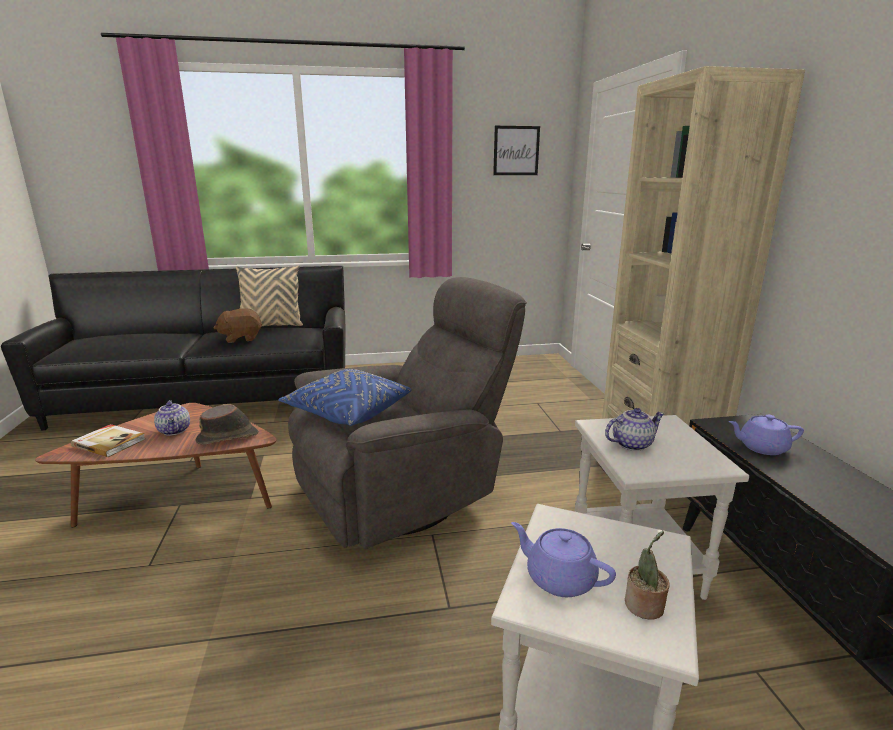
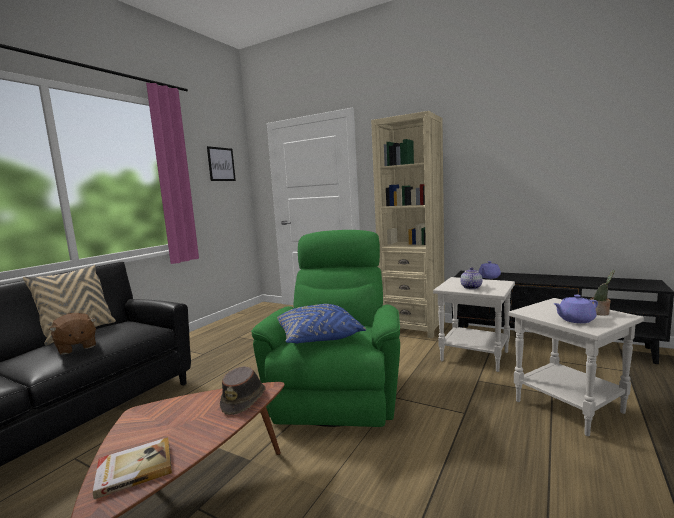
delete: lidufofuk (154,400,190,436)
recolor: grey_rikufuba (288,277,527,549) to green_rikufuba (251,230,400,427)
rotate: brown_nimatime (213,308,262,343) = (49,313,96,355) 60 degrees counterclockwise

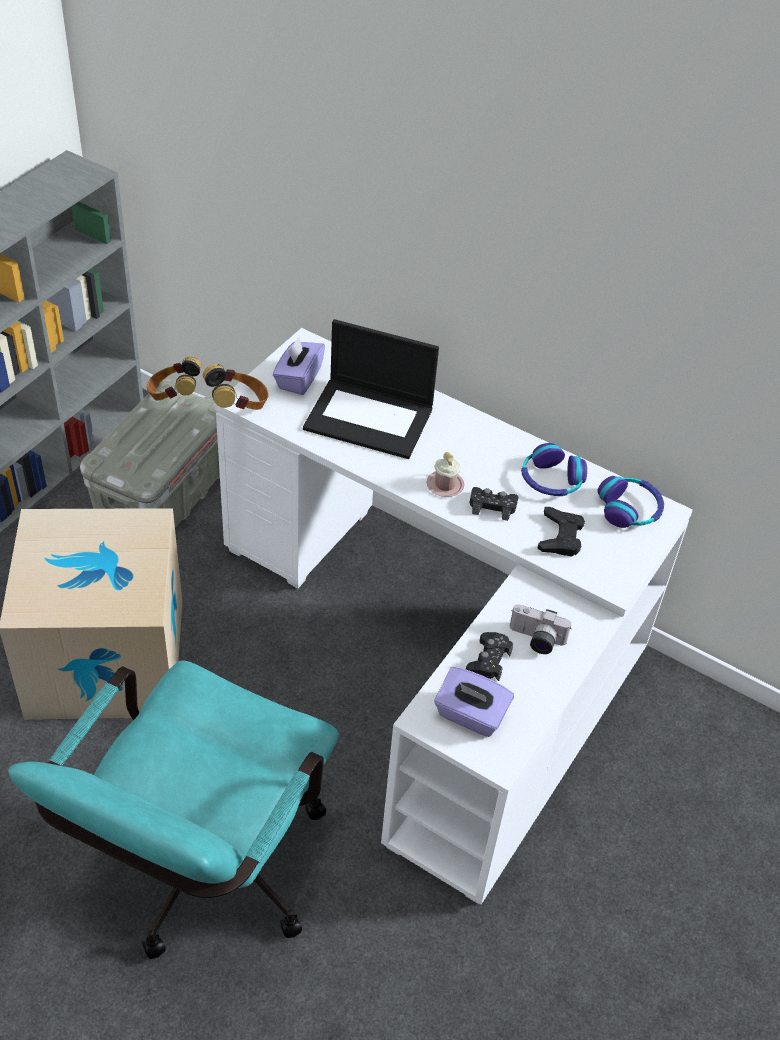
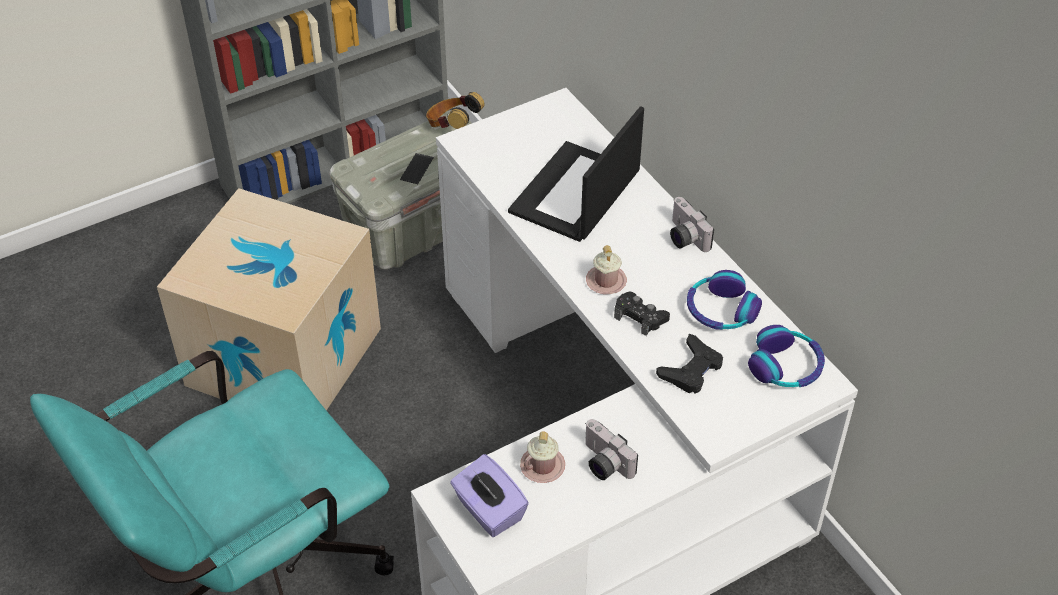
delete: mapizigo (203,364,269,410); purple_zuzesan (273,337,325,395)
insert: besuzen (400,153,434,184); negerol (670,197,714,252)
replace: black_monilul (466,632,513,681) to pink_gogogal (520,432,565,483)
rotate: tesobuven (303,319,439,459) = (508,106,644,242) 75 degrees clockwise

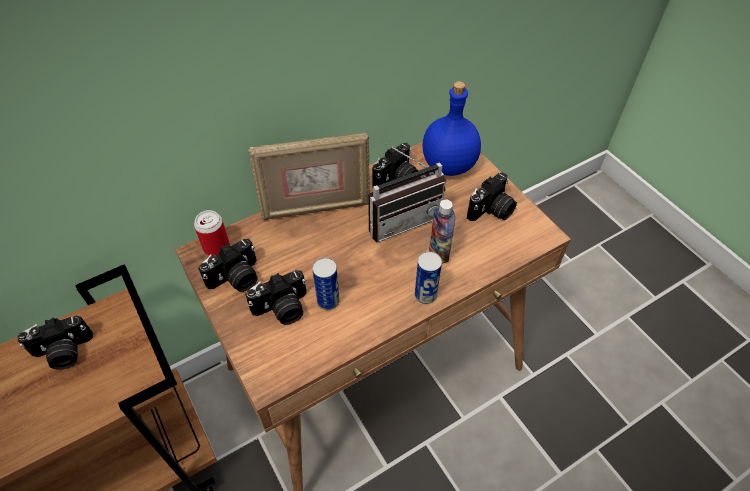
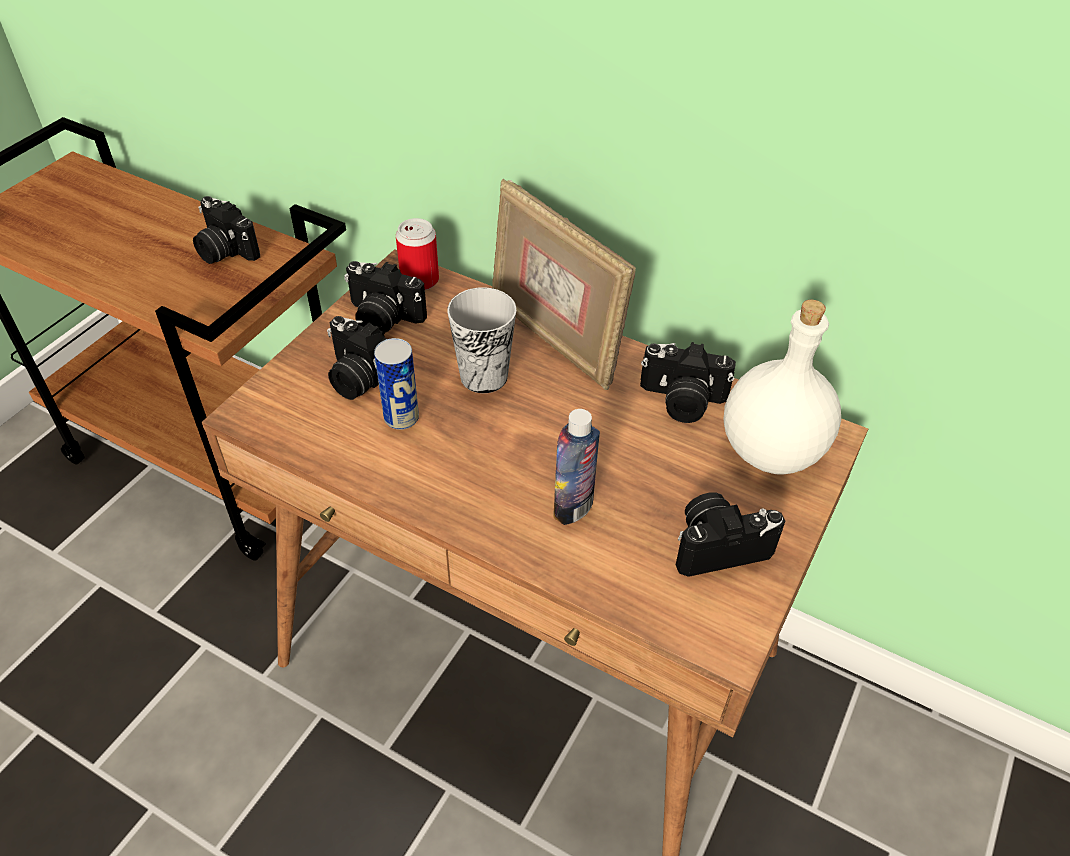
delete: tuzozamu (368,143,446,242); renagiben (415,251,442,304)
insert: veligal (447,287,516,393)
recolor: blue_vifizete (423,81,481,176) to white_vifizete (723,300,841,474)
rotate: negerol (467,173,517,221) = (676,492,785,577) 150 degrees clockwise

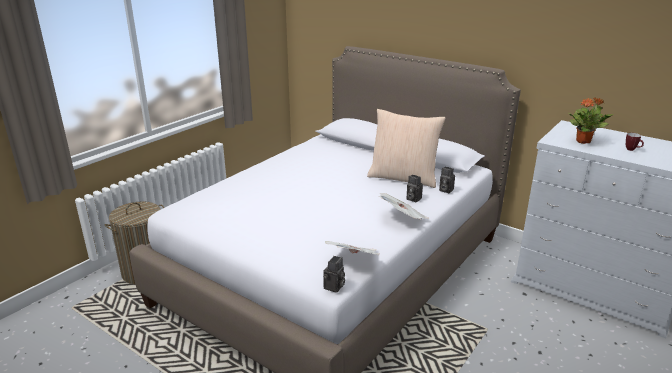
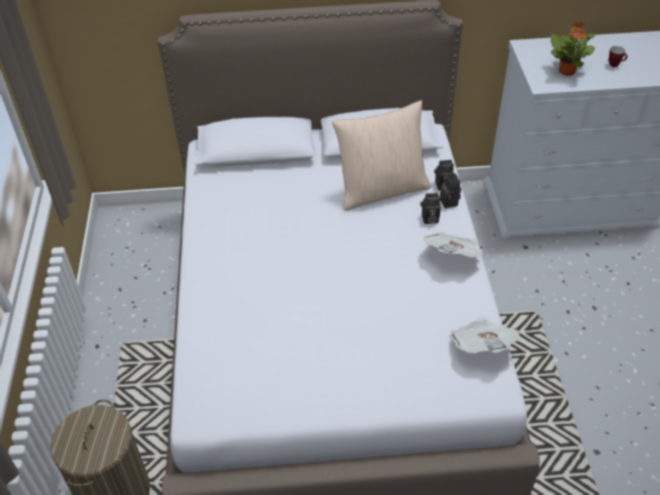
move: negerol (323,256,345,293) to (440,173,462,208)

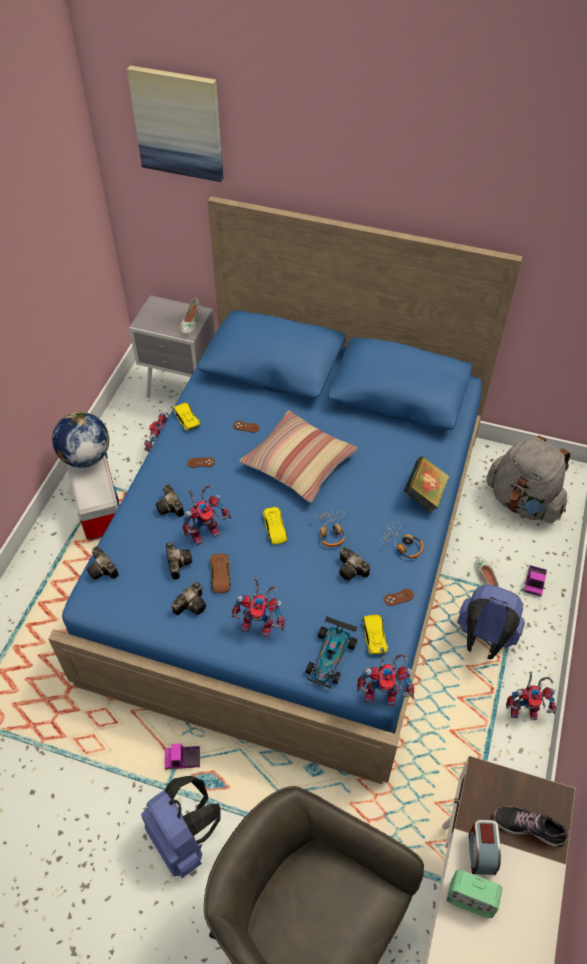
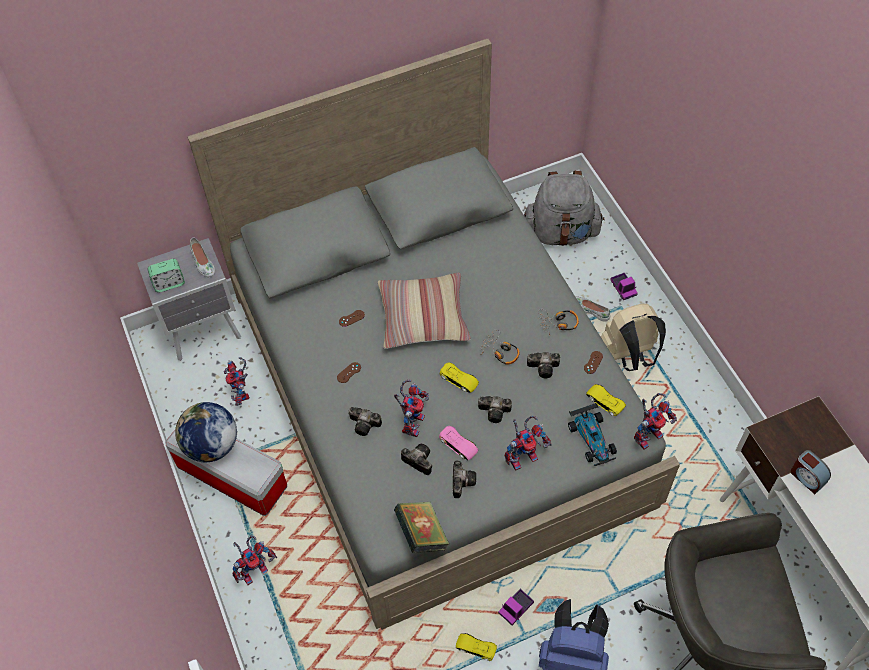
delete: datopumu (127,65,223,182); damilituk (493,806,569,847)
move: negerol (87,546,119,580) to (478,396,512,423); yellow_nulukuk (173,403,200,431) to (456,633,497,661); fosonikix (404,456,449,512) to (394,502,449,553); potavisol (447,870,502,918) to (148,259,185,292); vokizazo (506,671,556,720) to (233,535,278,585)
recolor: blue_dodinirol (48,196,522,784) to grey_dodinirol (188,39,680,630); brown_nulukuk (210,553,231,593) to pink_nulukuk (439,426,478,460); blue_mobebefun (457,584,525,659) to beige_mobebefun (601,304,666,371)

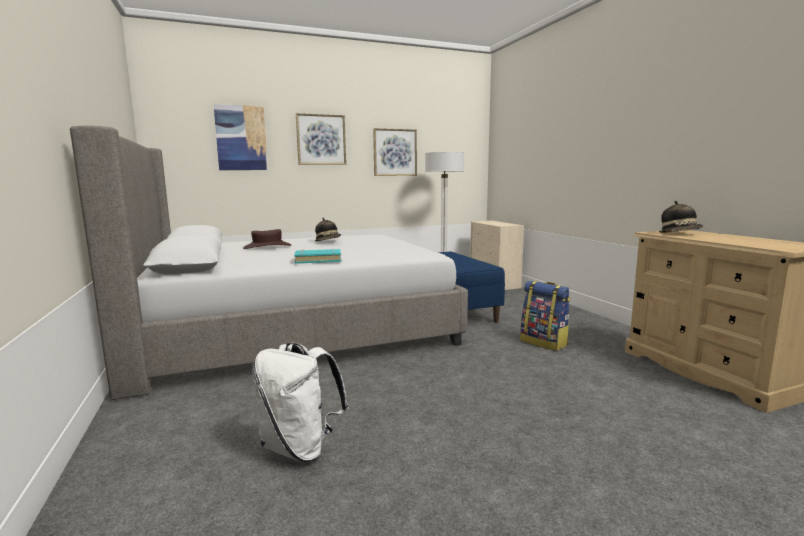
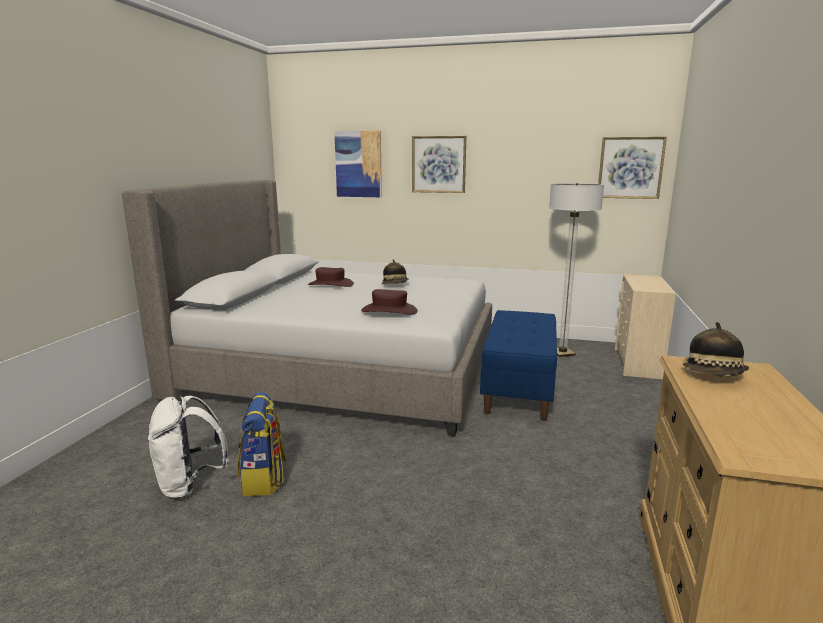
delete: turquoise_fosonikix (294,249,341,264)
insert: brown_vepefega (361,289,418,314)
move: datopumu (373,128,417,176) to (598,137,667,199); mobebefun (520,281,570,351) to (238,392,286,496)

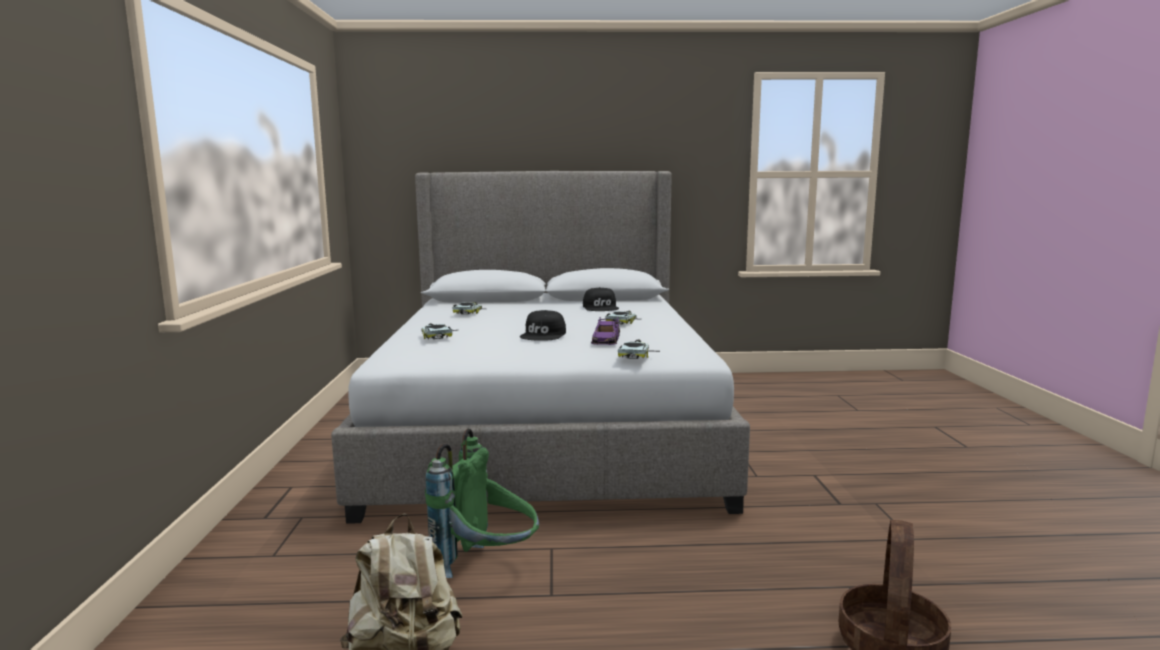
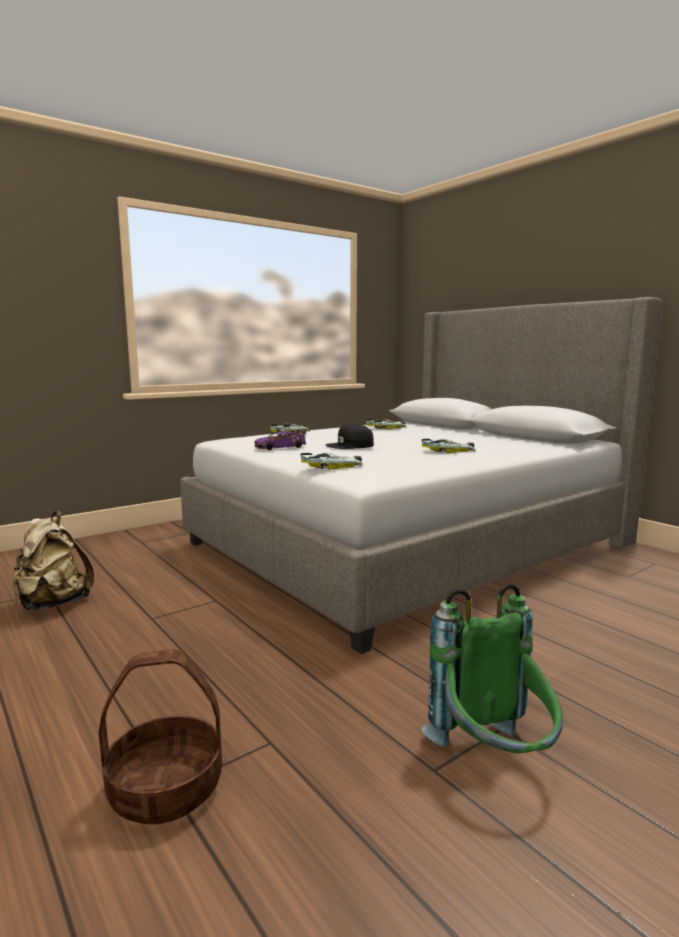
delete: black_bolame (583,287,619,311)
move: green_mobebefun (425,429,539,578) to (422,583,563,753); purple_nulukuk (591,317,620,345) to (254,429,306,450)

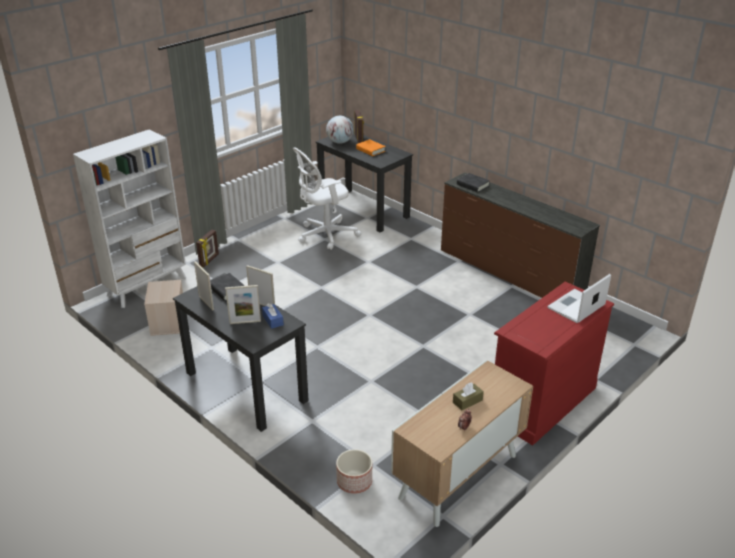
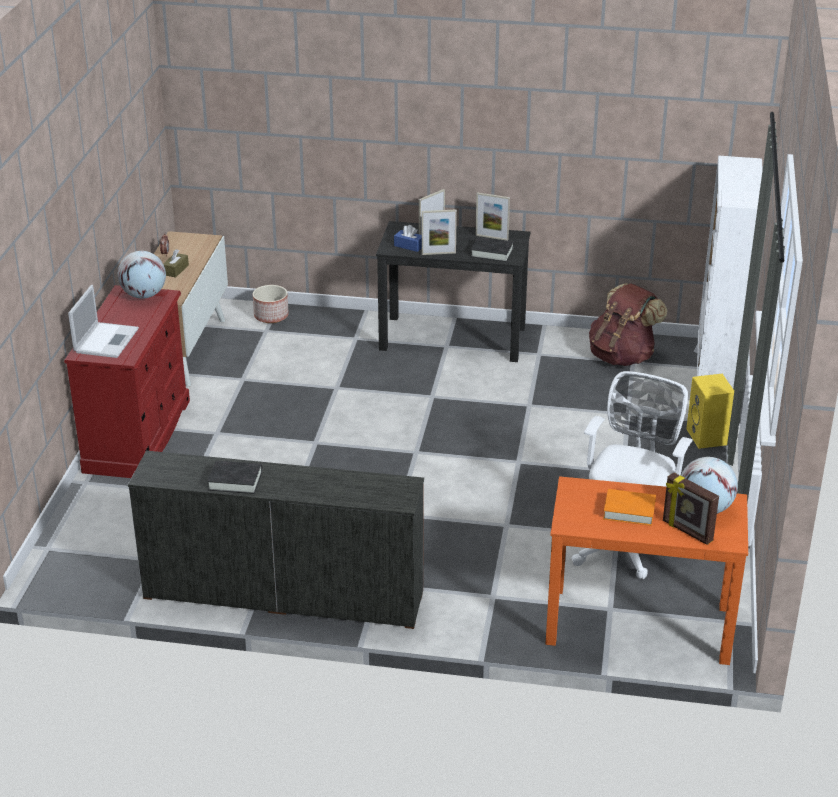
insert: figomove (118,251,166,299)
move: black_fosonikix (457,173,490,192) to (207,460,262,494)
replace: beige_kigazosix (144,280,183,336) to brown_mobebefun (589,283,667,366); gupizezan (196,230,219,267) to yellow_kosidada (686,374,734,449)
recolor: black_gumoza (316,131,413,233) to orange_gumoza (545,476,748,665)

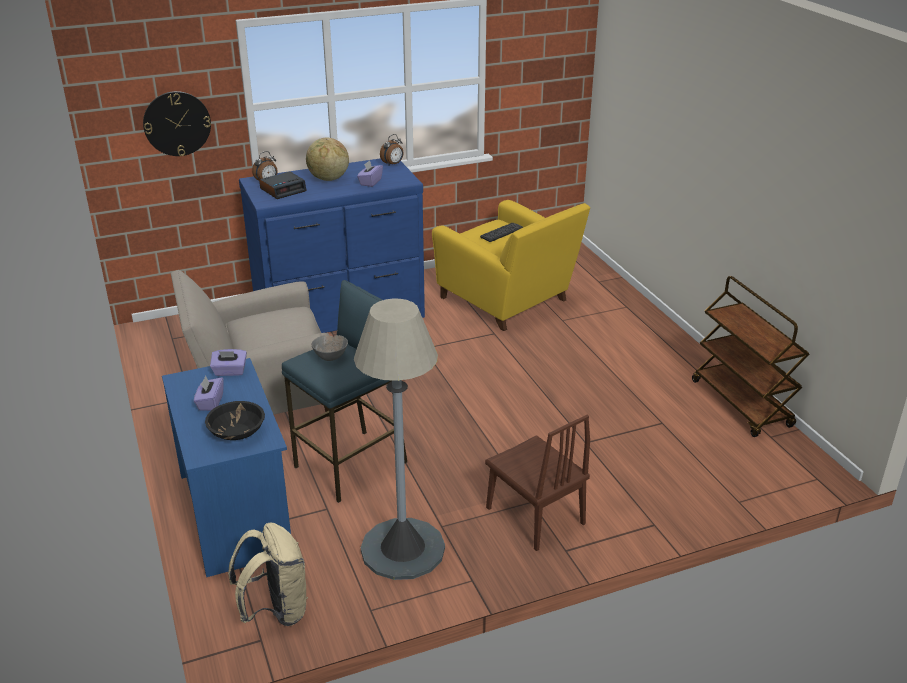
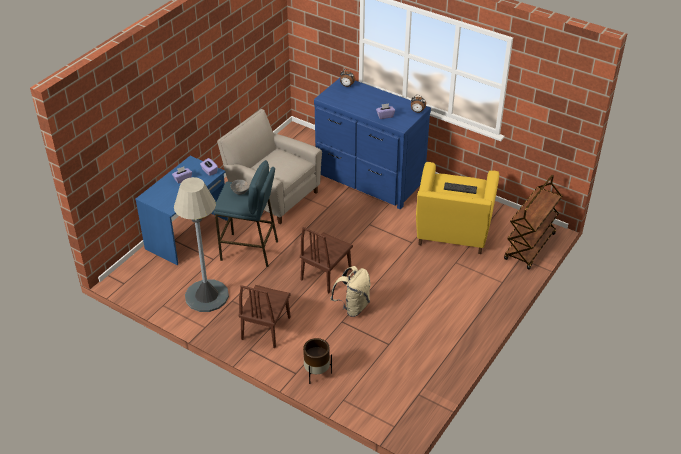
delete: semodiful (143,91,211,156); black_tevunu (205,401,265,440); potavisol (259,171,306,199); figomove (306,137,349,181)
insert: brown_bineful (300,227,353,293); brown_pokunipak (303,338,332,384)
move: beige_mobebefun (228,523,308,626) to (330,266,371,317); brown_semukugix (692,276,810,437) to (504,175,562,270)

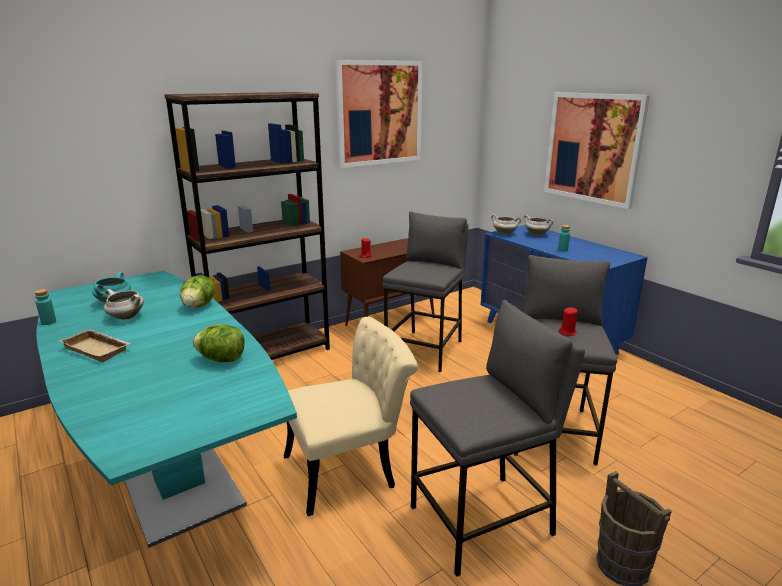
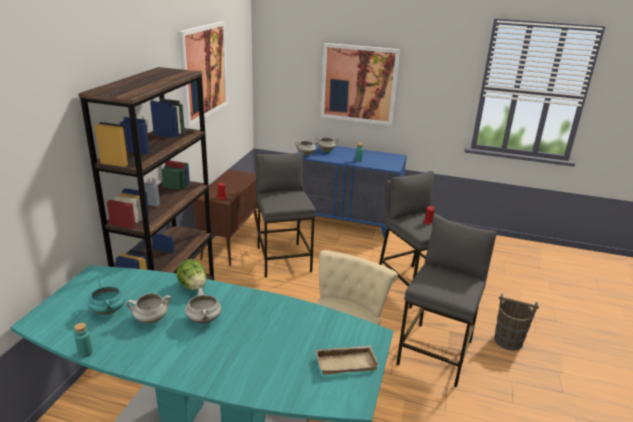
delete: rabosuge (193,324,245,362)
insert: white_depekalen (185,288,221,324)
move: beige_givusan (59,329,131,362) to (315,346,379,375)

